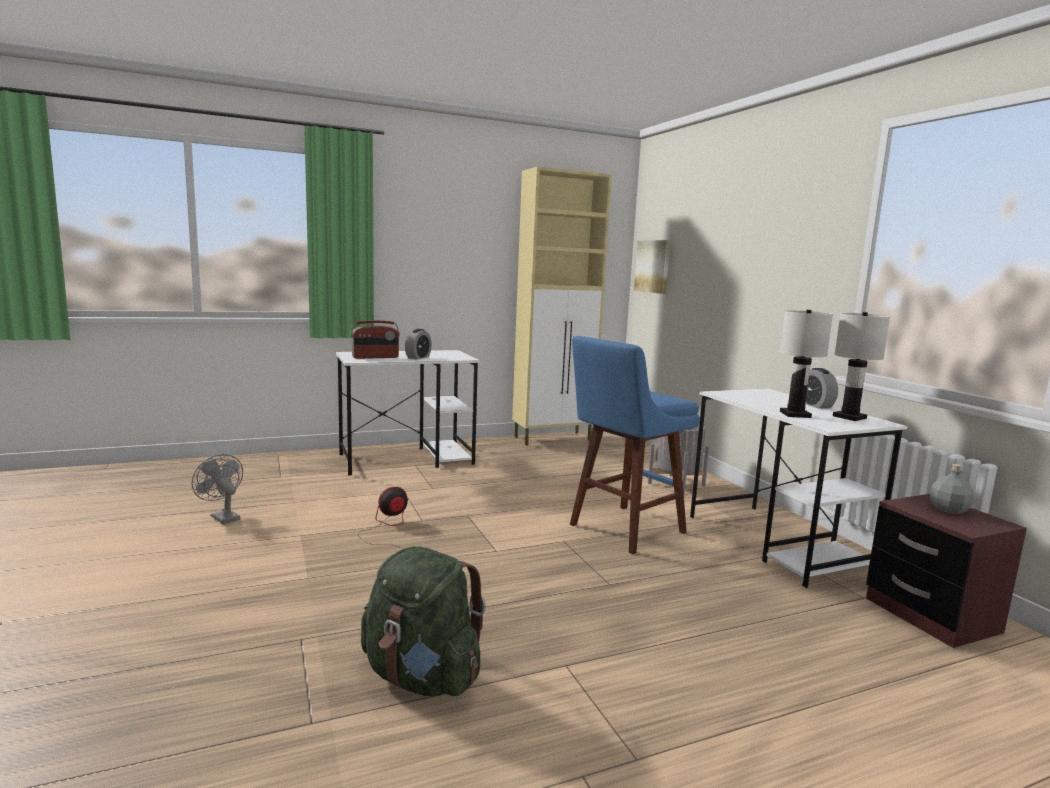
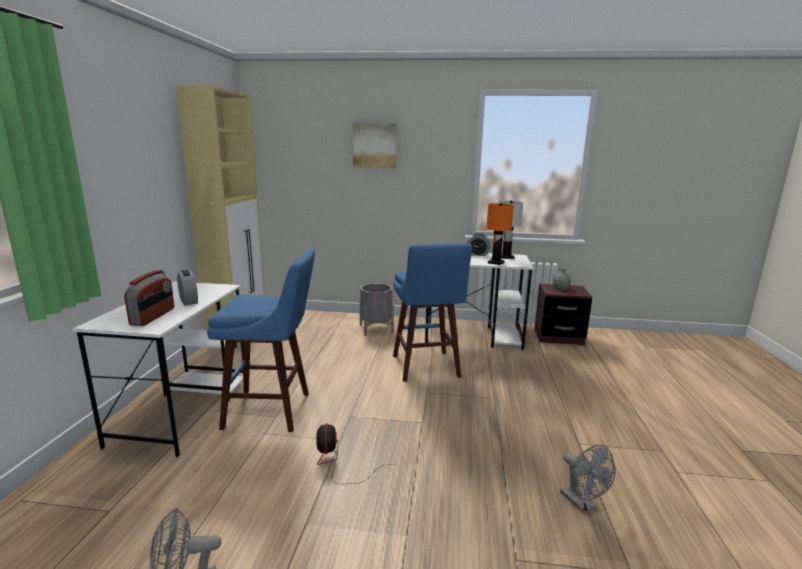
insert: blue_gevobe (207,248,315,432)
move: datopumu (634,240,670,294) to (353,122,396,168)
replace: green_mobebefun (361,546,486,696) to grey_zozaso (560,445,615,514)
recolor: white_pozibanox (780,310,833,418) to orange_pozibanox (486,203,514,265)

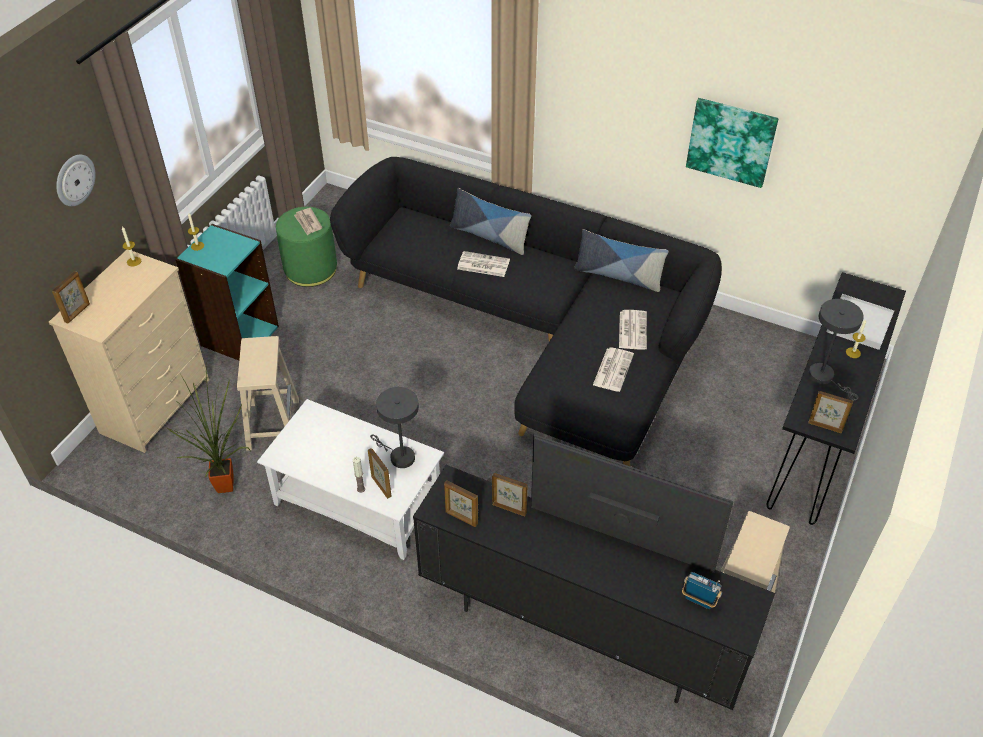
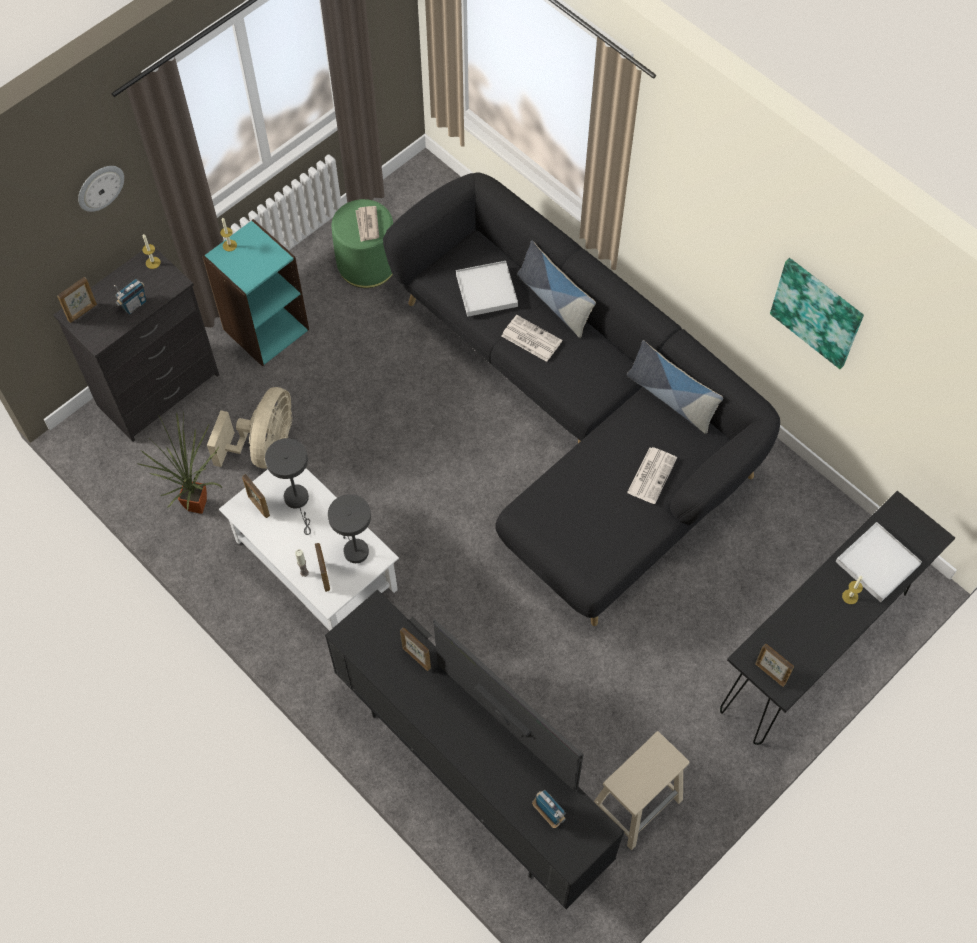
delete: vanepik (593,348,634,392)
insert: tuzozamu (114,279,146,314); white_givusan (456,261,518,317)
move: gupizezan (444,480,478,527) to (242,474,270,518); grey_pozibanox (808,299,864,401) to (265,438,311,535)
replace: beige_gevobe (237,336,299,451) to beige_zozaso (207,387,292,469)
recolor: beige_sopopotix (49,249,209,453) to black_sopopotix (54,248,219,442)

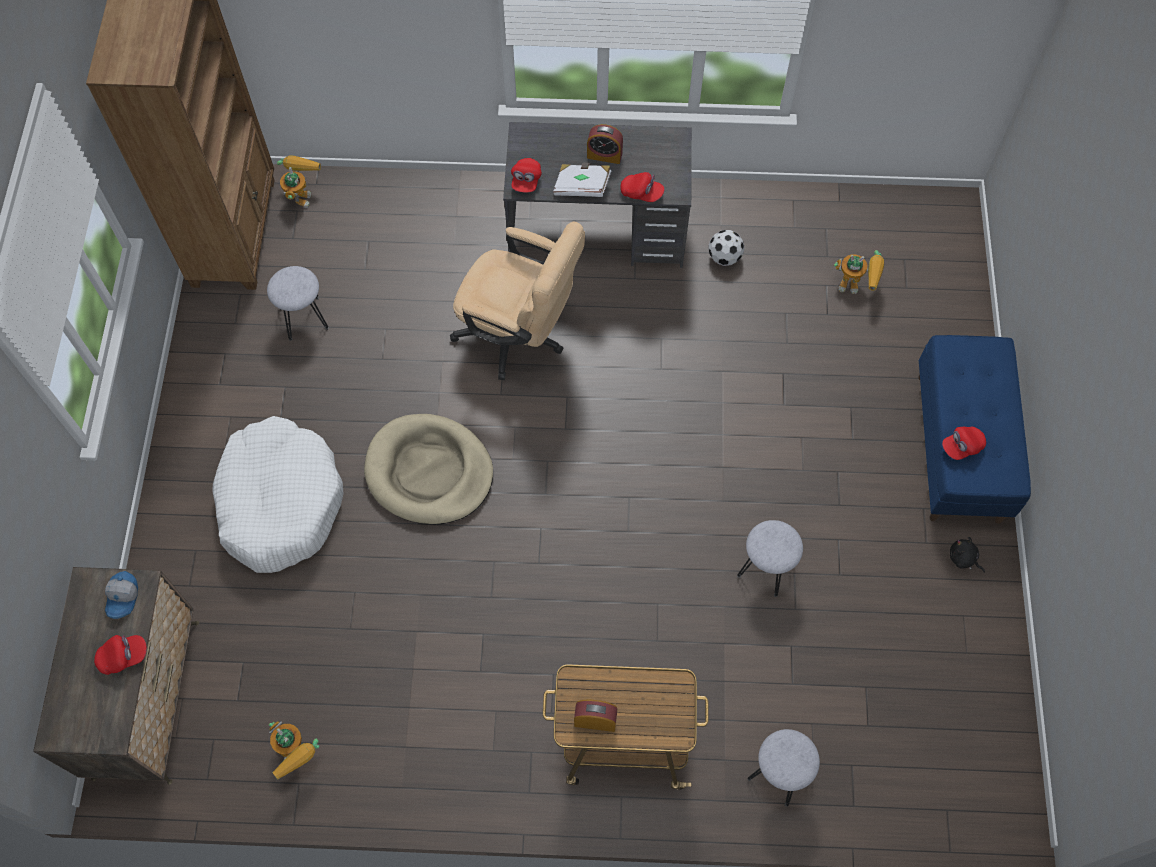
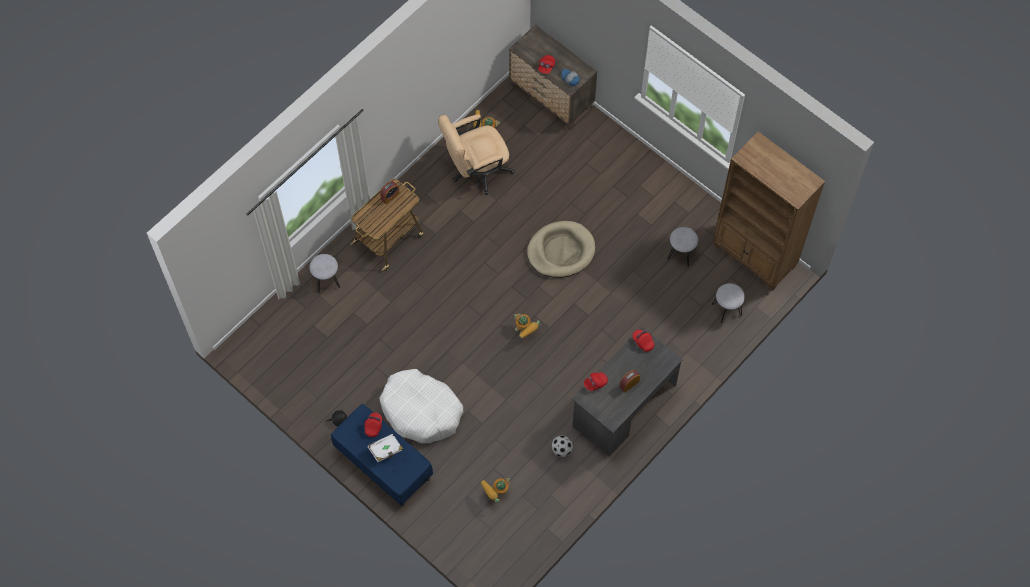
move: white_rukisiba (212,416,343,573) to (379,369,463,443); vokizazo (277,156,321,208) to (514,313,540,339); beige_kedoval (450,221,585,380) to (438,114,515,195); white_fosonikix (553,162,611,197) to (368,434,403,462); grey_gevobe (737,520,803,597) to (712,283,745,324)

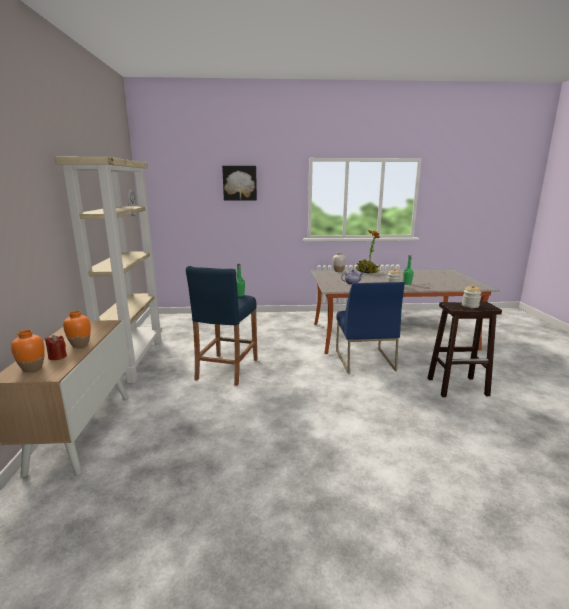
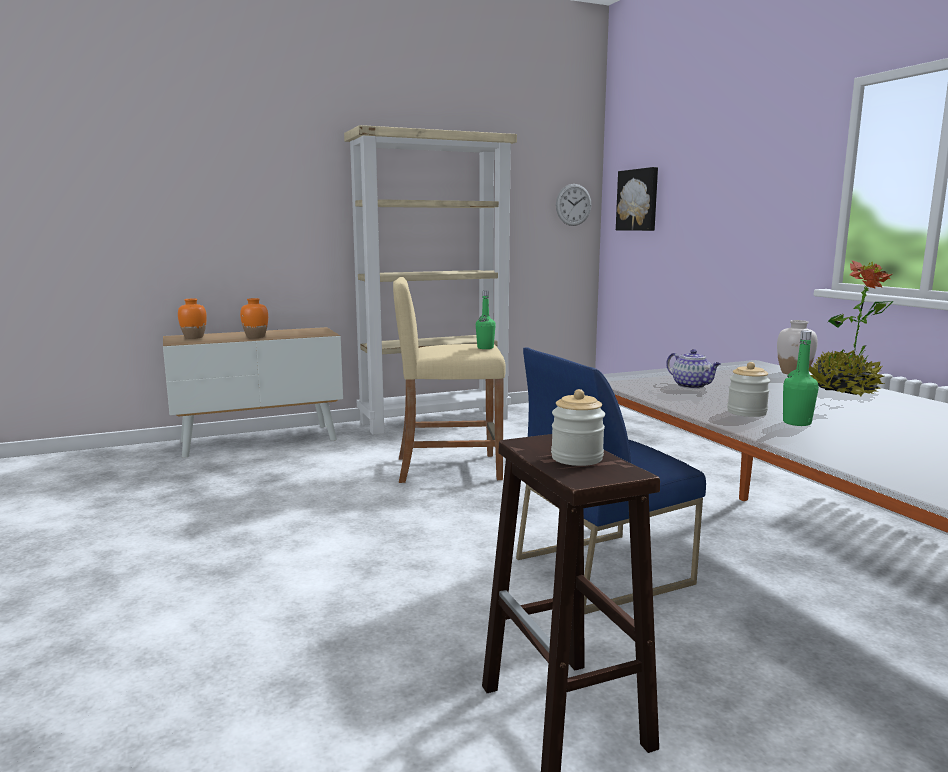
delete: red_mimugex (45,335,67,360)
move: datopumu (222,166,257,201) to (616,167,658,231)
recolor: blue_gevobe (186,266,258,386) to beige_gevobe (393,277,506,483)

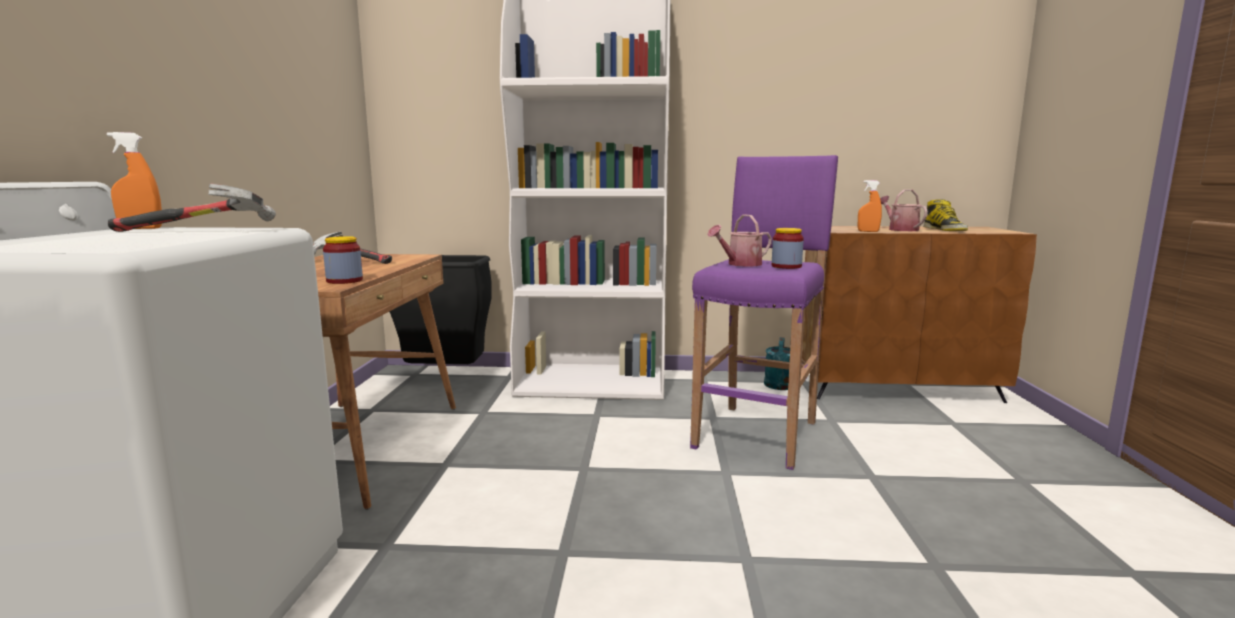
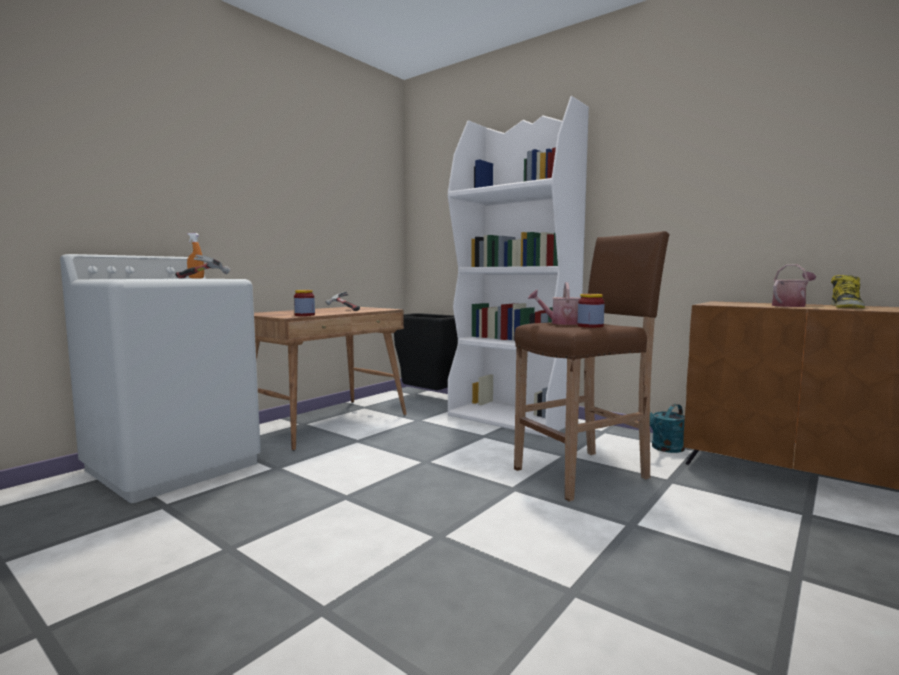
delete: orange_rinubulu (858,180,882,232)
recolor: purple_gevobe (690,155,838,470) to brown_gevobe (514,231,669,501)
rotate: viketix (880,189,928,231) = (772,264,816,307) 45 degrees clockwise

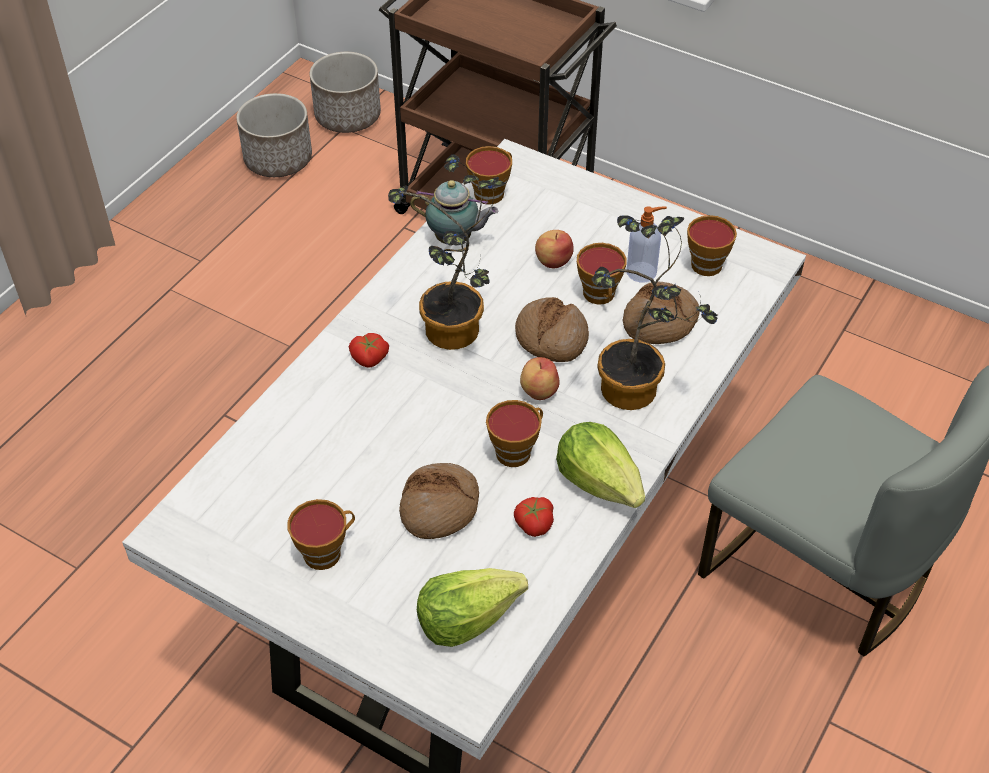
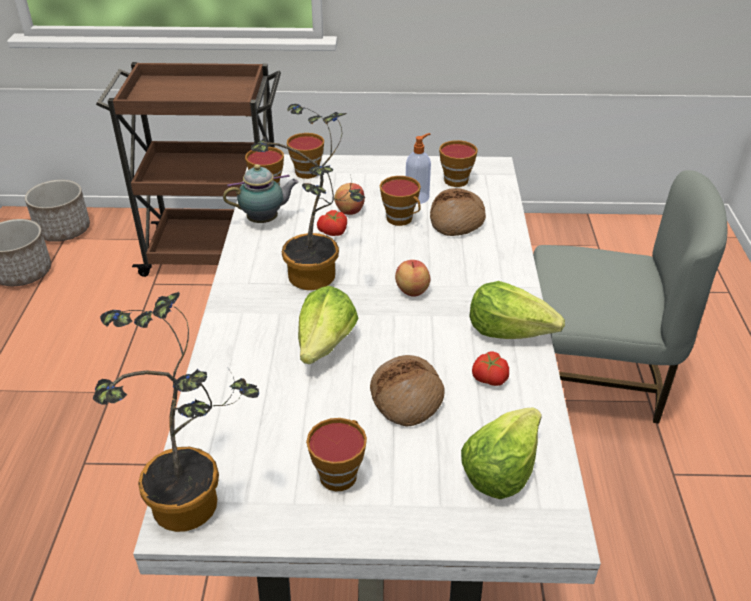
delete: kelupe (515,297,589,362)
insert: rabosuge (298,286,358,364)
move: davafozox (349,333,389,368) to (317,210,347,236); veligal (486,400,543,467) to (287,133,324,179); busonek (592,215,718,410) to (93,292,259,532)

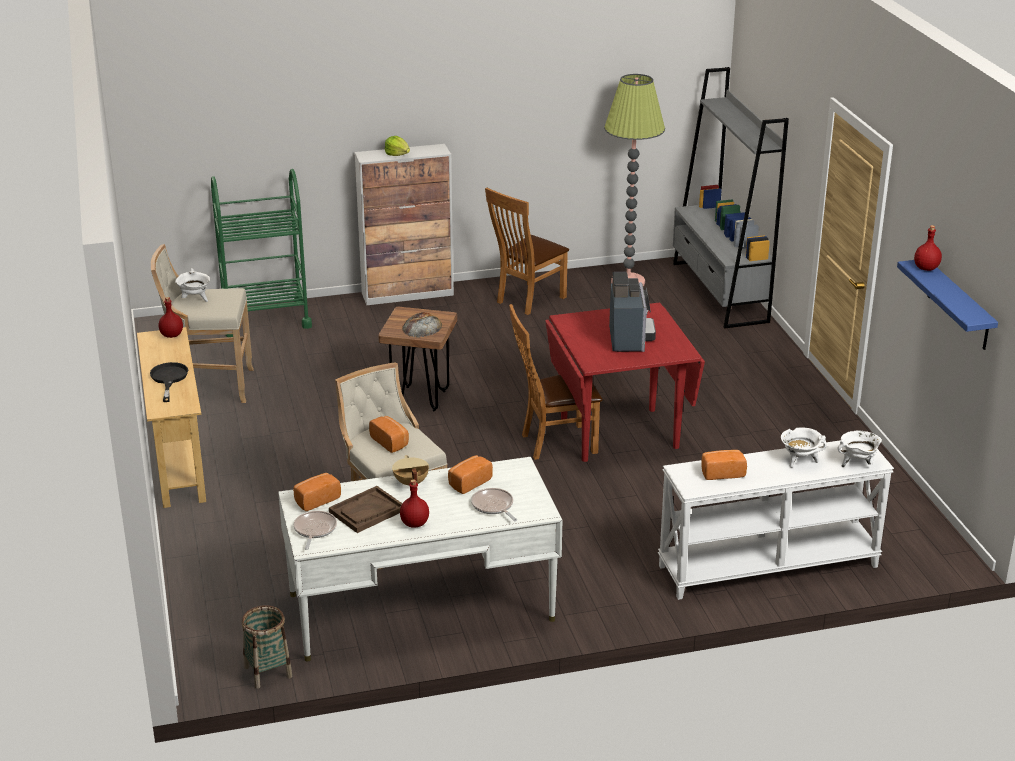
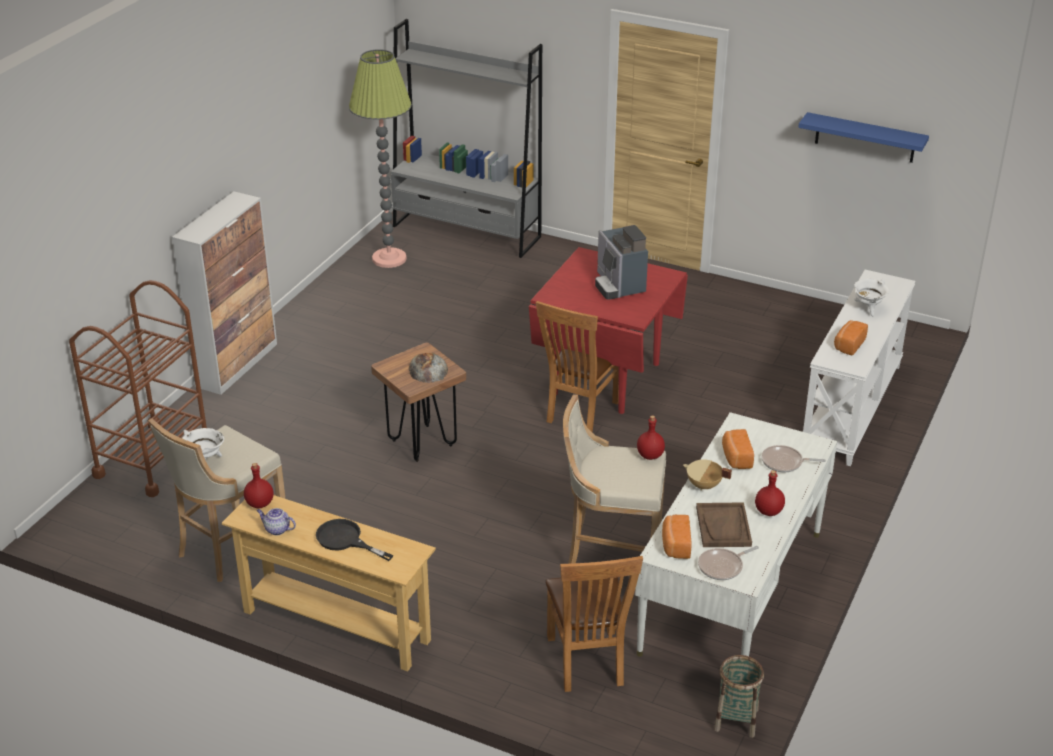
delete: kelupe (369,416,409,453); rabosuge (385,136,410,156); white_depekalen (837,431,882,467)
insert: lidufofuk (257,508,296,535)
move: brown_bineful (485,188,569,315) to (545,556,643,692); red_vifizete (914,225,942,271) to (637,415,665,460)
recolor: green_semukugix (211,169,312,337) to brown_semukugix (69,280,207,497)
rotate: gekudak (294,511,337,550) = (698,546,759,580) 75 degrees counterclockwise; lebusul (609,272,656,352) = (595,225,648,300) 150 degrees counterclockwise

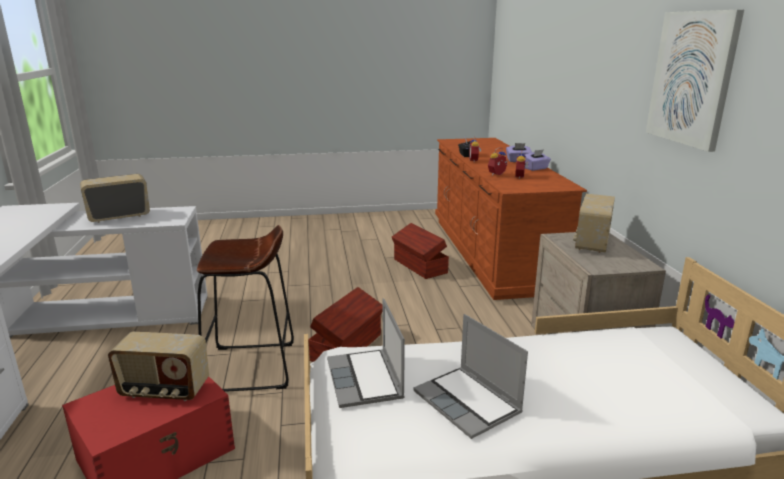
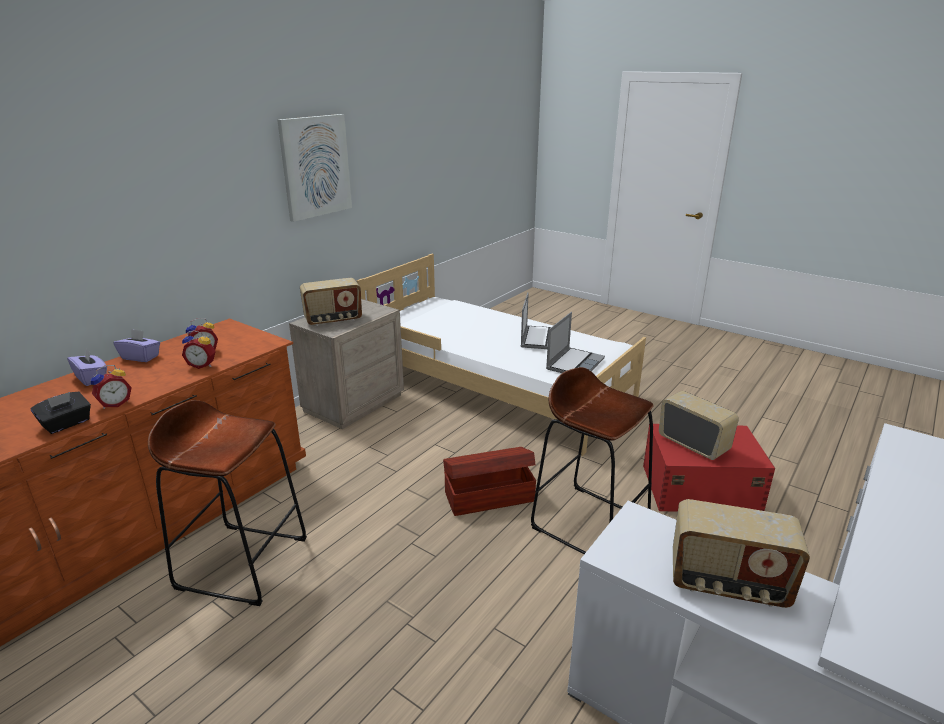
replace: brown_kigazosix (392,223,449,279) to brown_gevobe (148,400,307,606)

